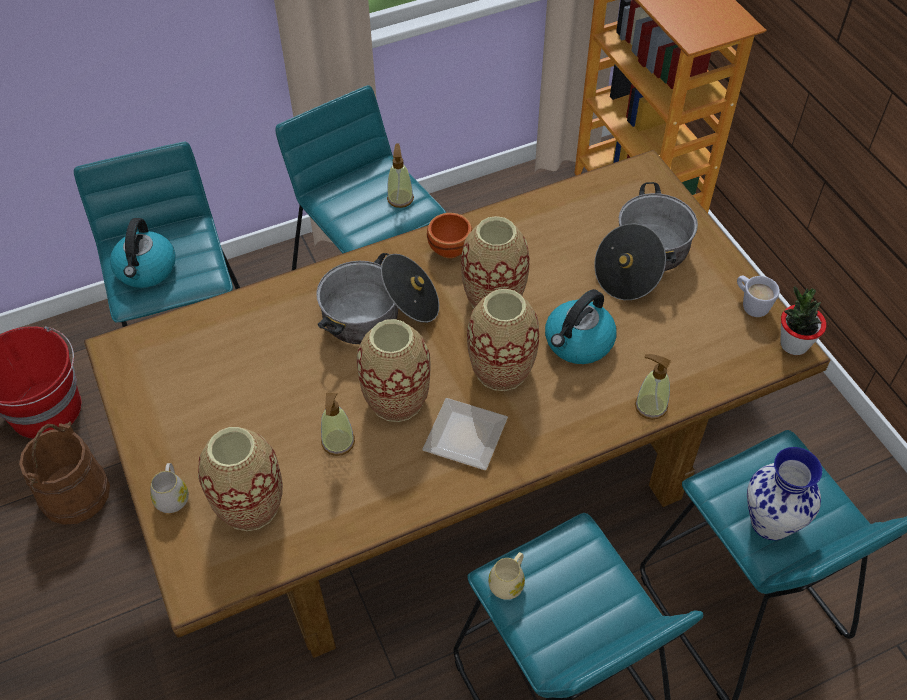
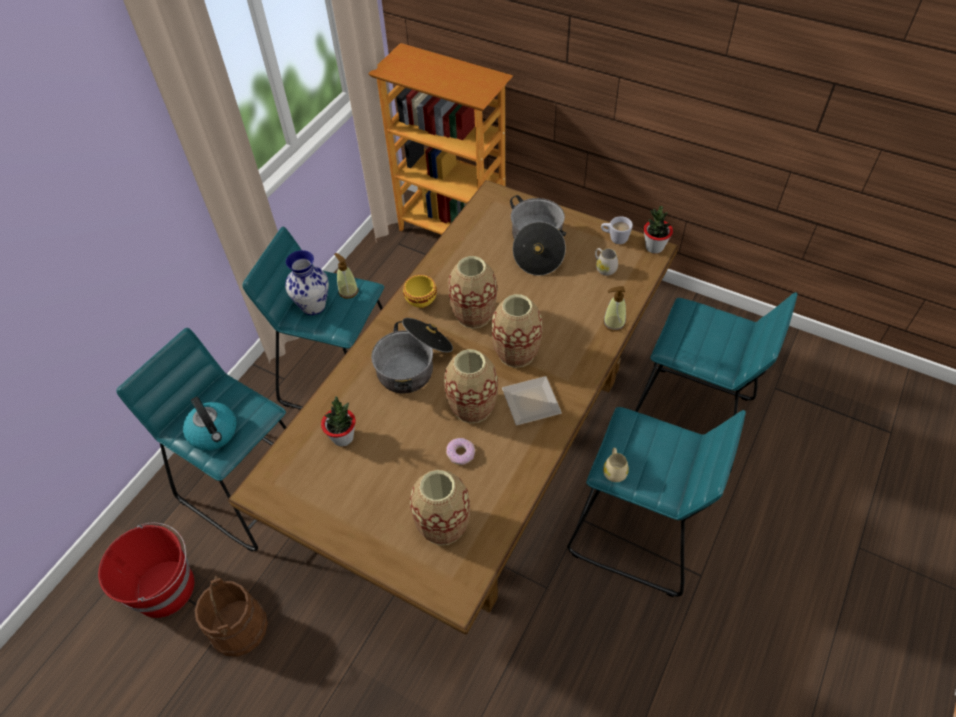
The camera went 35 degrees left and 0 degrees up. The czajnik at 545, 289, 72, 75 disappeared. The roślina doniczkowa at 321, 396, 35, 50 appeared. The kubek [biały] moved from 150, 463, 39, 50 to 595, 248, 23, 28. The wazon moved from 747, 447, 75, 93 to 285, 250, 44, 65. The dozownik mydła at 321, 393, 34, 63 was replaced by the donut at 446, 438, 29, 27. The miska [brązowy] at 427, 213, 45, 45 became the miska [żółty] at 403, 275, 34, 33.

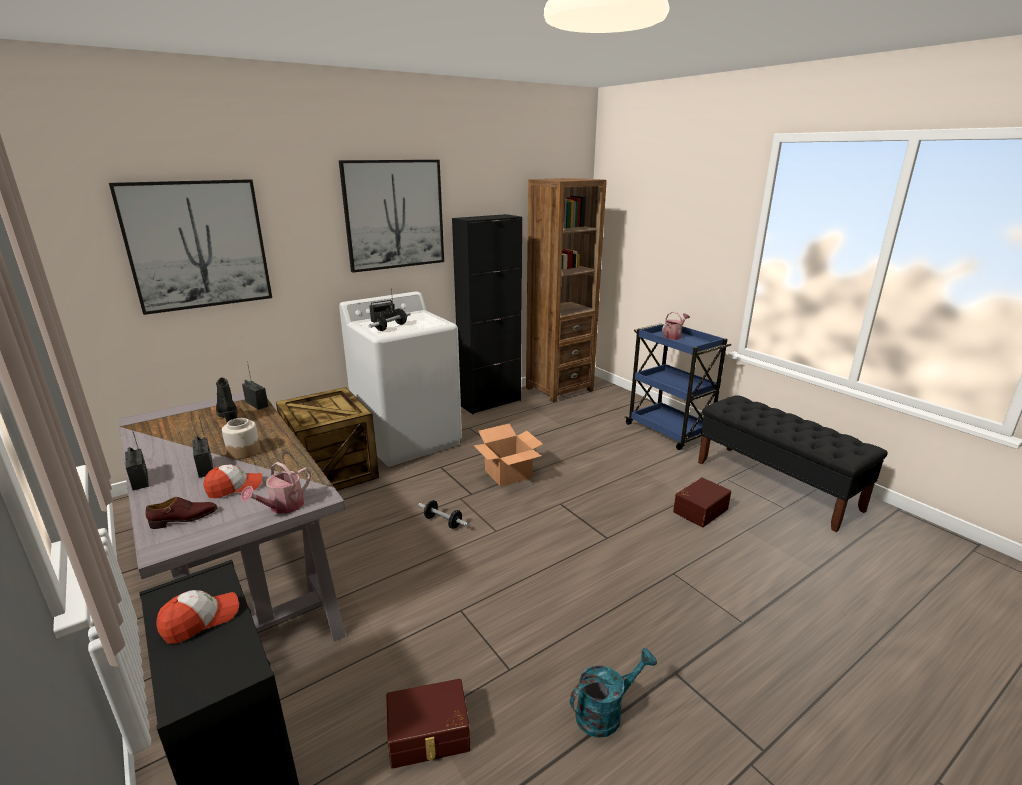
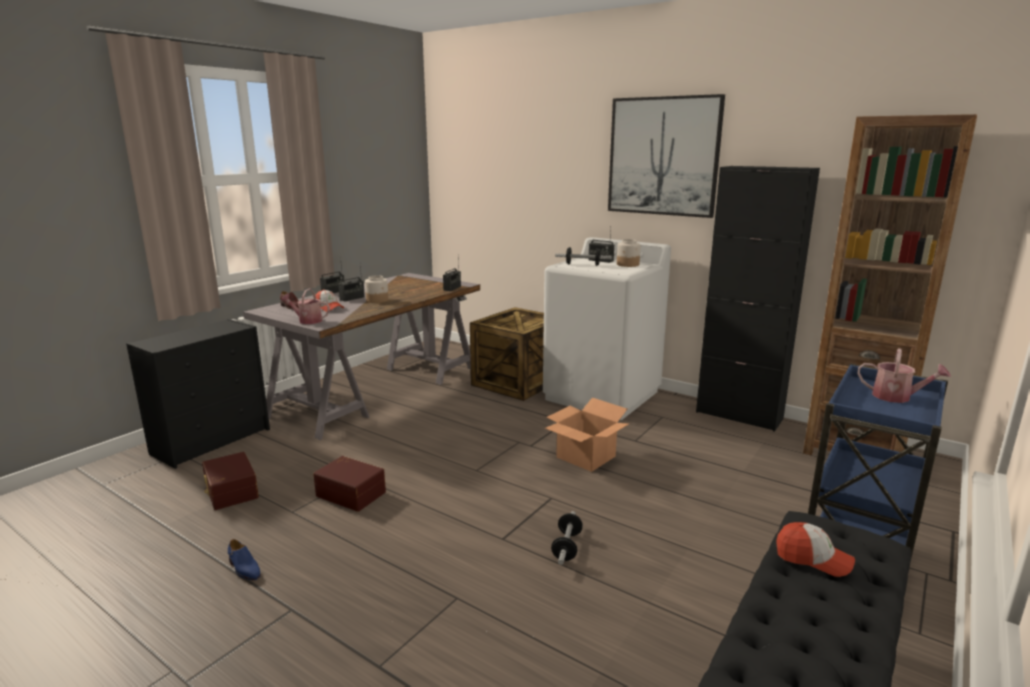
The camera went 70 degrees right and 5 degrees down. The obraz at 109, 179, 163, 136 disappeared. The but z cholewką [czarny] at 216, 378, 22, 45 disappeared. The słoik at 617, 239, 24, 28 appeared. The czapka z daszkiem moved from 156, 590, 83, 54 to 777, 522, 78, 55. The hantel moved from 418, 500, 51, 29 to 551, 511, 32, 54. The pojemnik do przechowywania [brązowy] moved from 673, 477, 58, 50 to 313, 456, 73, 56. The konewka [turkusowy] at 570, 648, 87, 90 was replaced by the but [niebieski] at 228, 539, 33, 41.

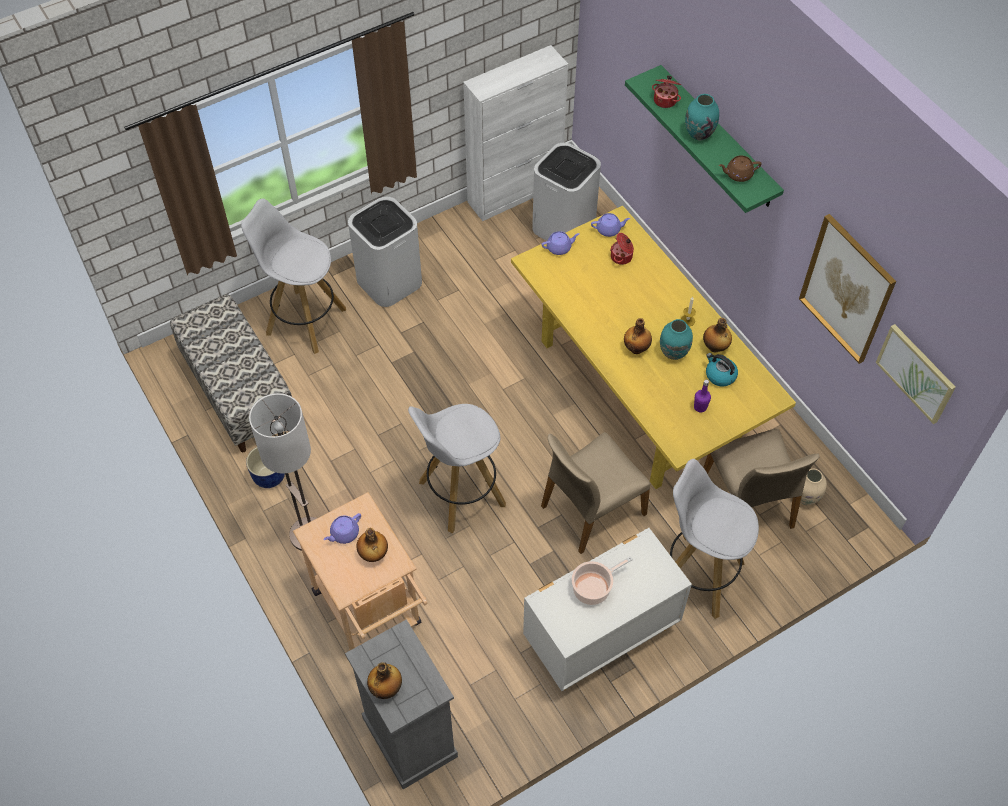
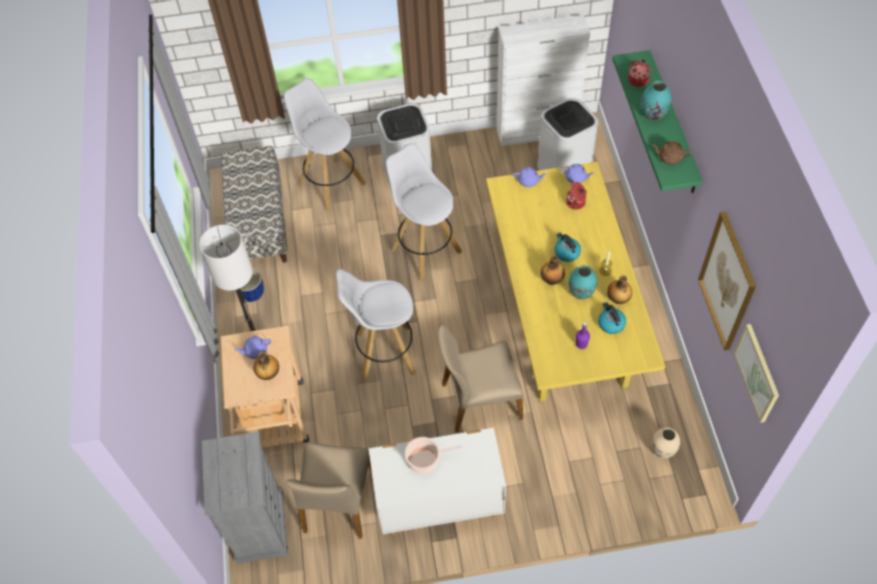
The camera went 25 degrees right and 0 degrees up. The butelka at 367, 662, 35, 37 disappeared. The czajnik at 554, 233, 27, 29 appeared. The stołek [biały] moved from 670, 459, 89, 160 to 386, 143, 76, 137. The krzesło [beżowy] moved from 703, 429, 117, 100 to 285, 443, 87, 96.

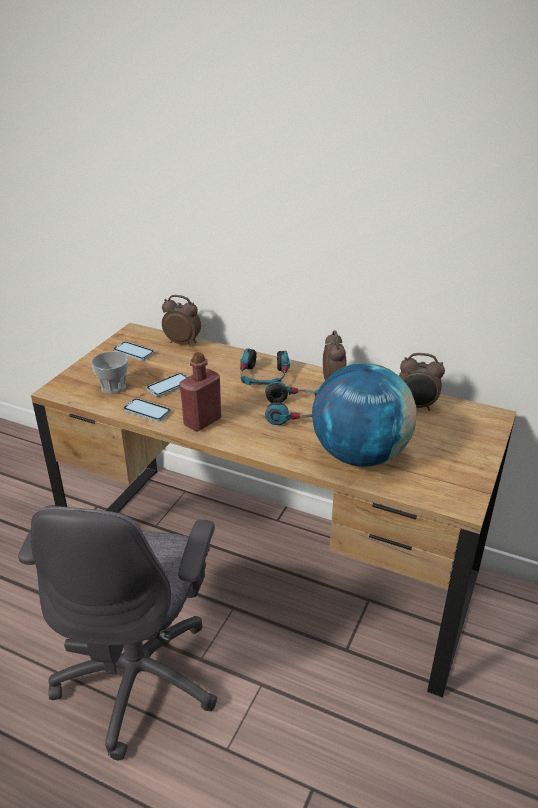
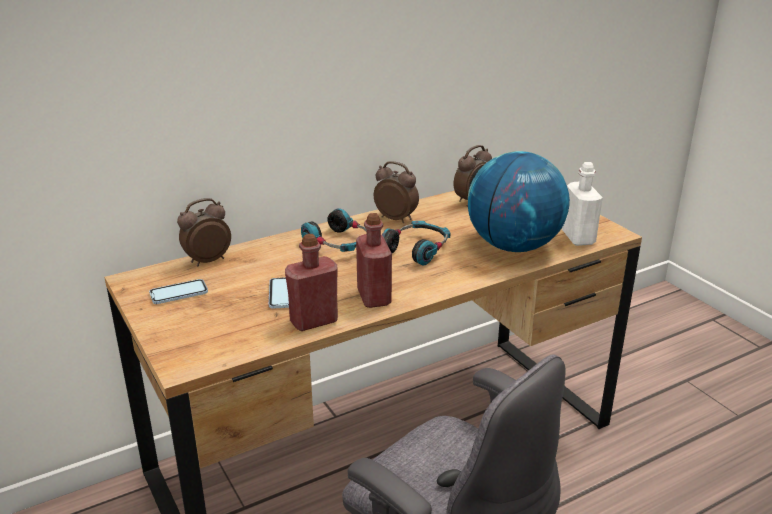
The camera went 55 degrees left and 5 degrees down. The filiżanka at 91, 351, 37, 43 disappeared. The butelka [biały] at 562, 162, 41, 84 appeared. The telefon at 123, 398, 48, 24 was replaced by the butelka [czerwony] at 285, 234, 53, 97.

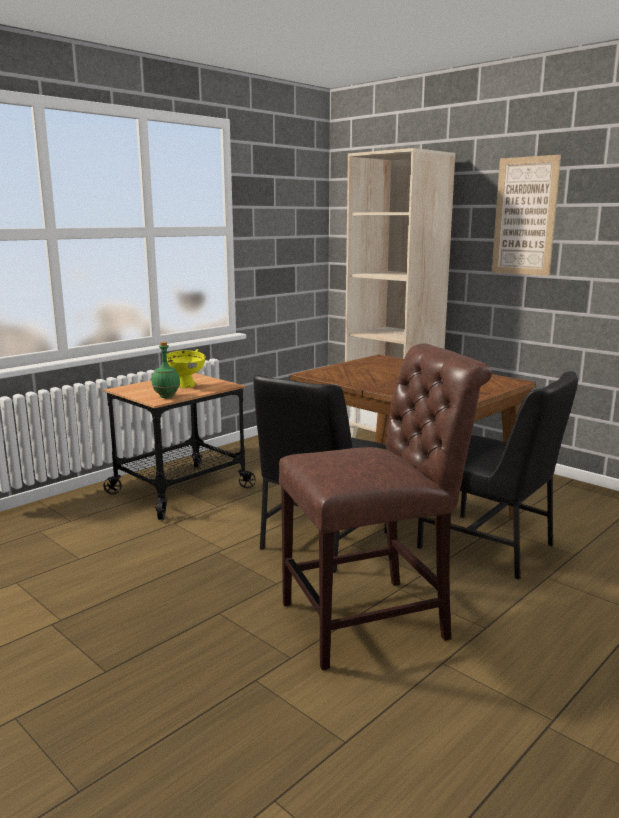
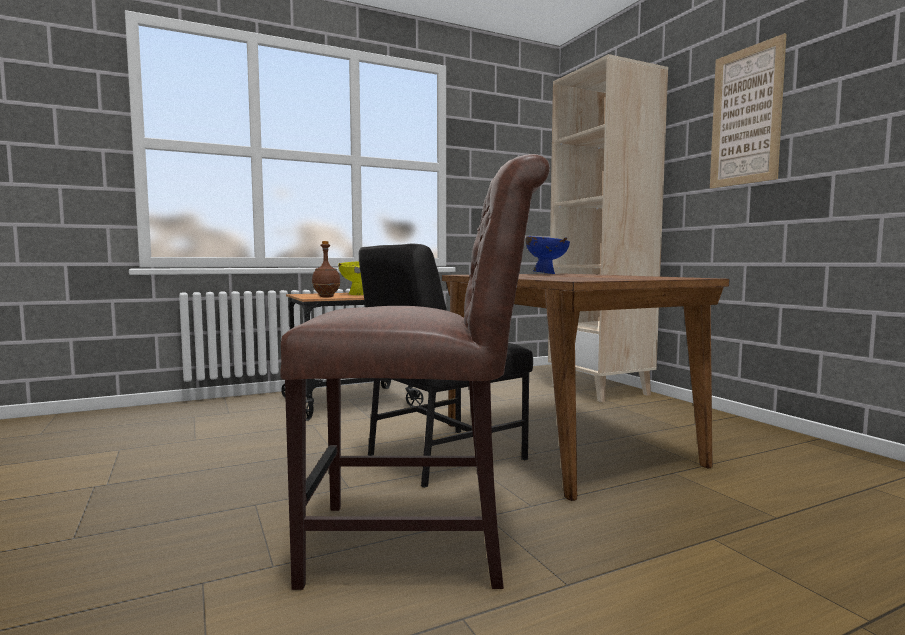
The camera went 20 degrees right and 10 degrees down. The krzesło [czarny] at 417, 371, 161, 209 disappeared. The miska [niebieski] at 526, 236, 44, 38 appeared. The butelka [zielony] at 152, 342, 28, 56 became the butelka [brązowy] at 312, 241, 29, 56.

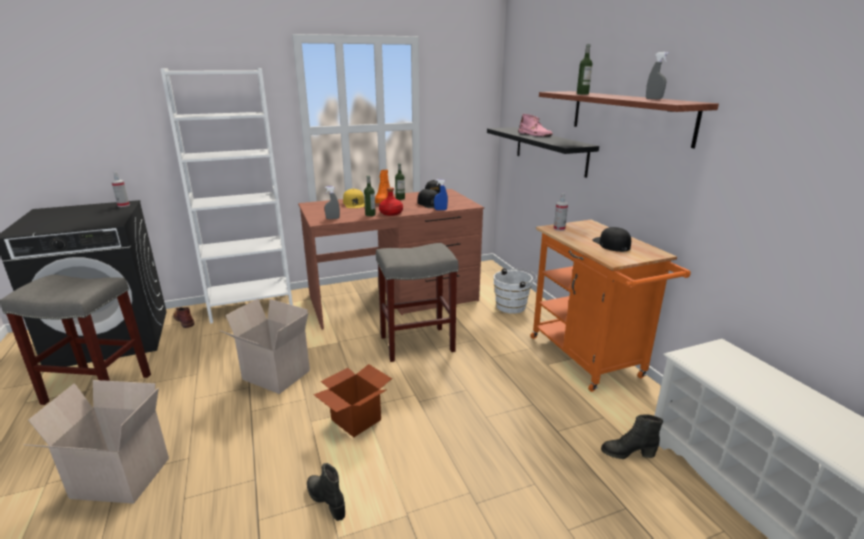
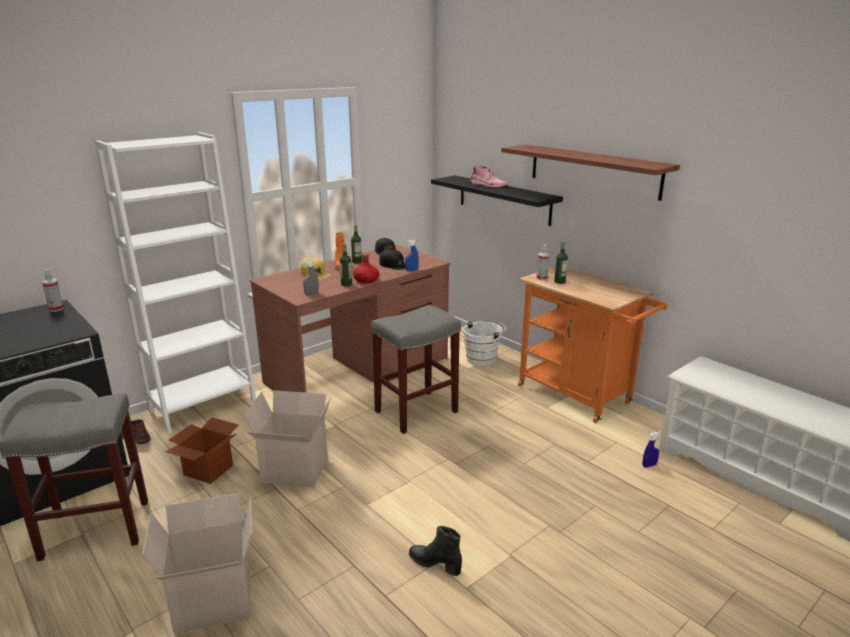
The camera went 20 degrees left and 0 degrees up. The czapka z daszkiem [czarny] at 592, 227, 39, 25 disappeared. The spryskiwacz [szary] at 646, 52, 23, 47 disappeared. The karton moved from 313, 364, 79, 73 to 166, 417, 72, 67. The butelka moved from 577, 44, 16, 51 to 554, 241, 14, 43. The but z cholewką [czarny] at 601, 414, 62, 45 was replaced by the spryskiwacz [niebieski] at 643, 431, 18, 37.

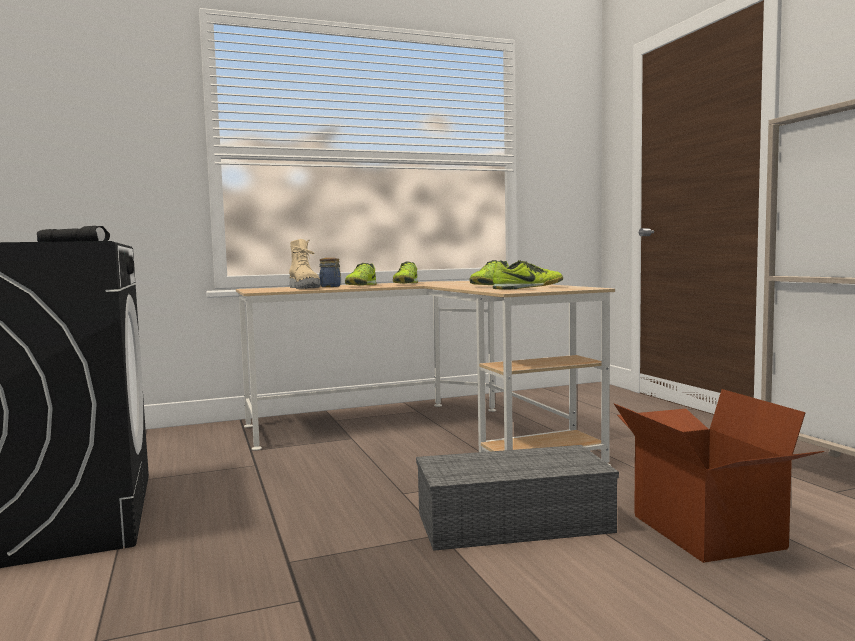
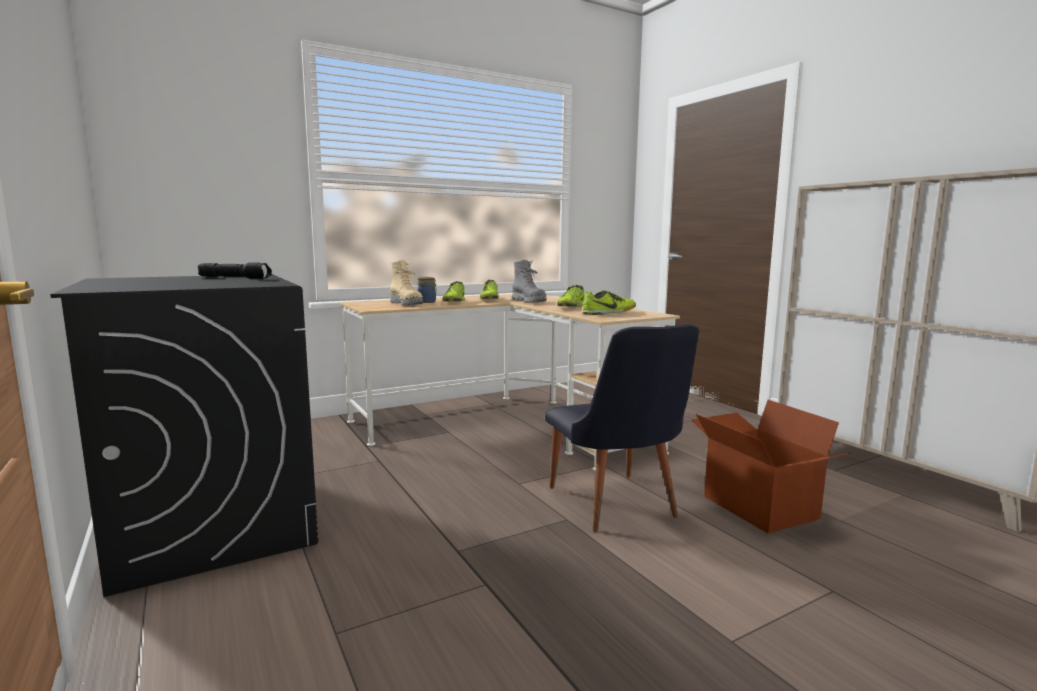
The camera went 10 degrees left and 5 degrees up. The but z cholewką [szary] at 512, 260, 34, 43 appeared. The pojemnik do przechowywania [szary] at 416, 445, 203, 106 was replaced by the krzesło [czarny] at 545, 324, 154, 208.

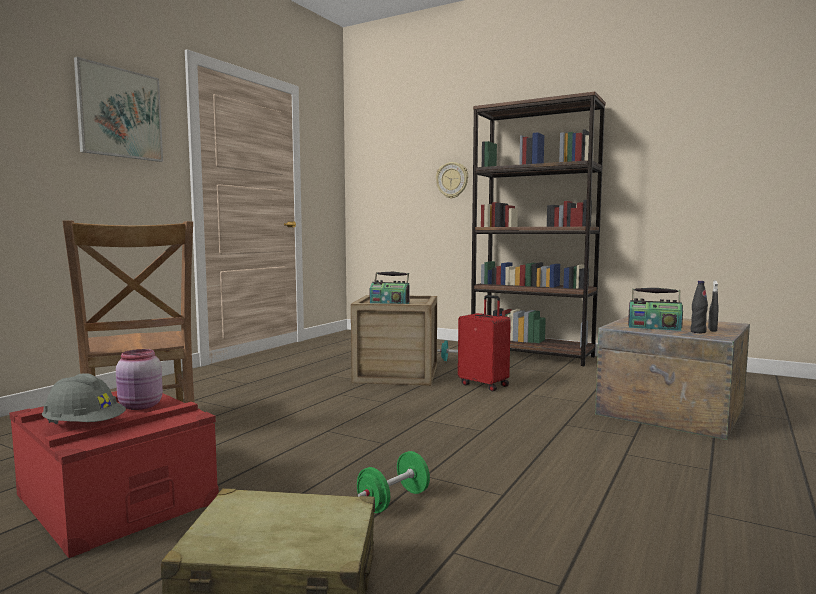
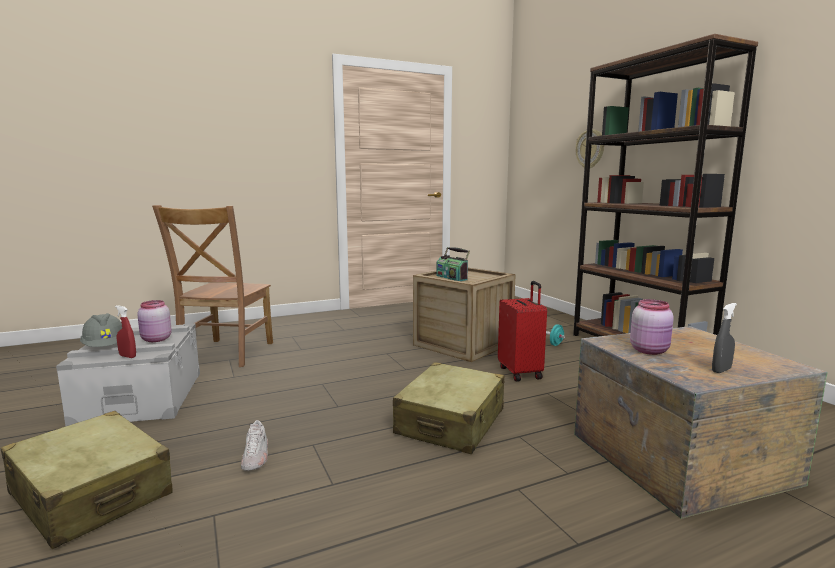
The camera went 35 degrees right and 5 degrees up. The obraz at 74, 57, 89, 105 disappeared. The butelka [czarny] at 690, 281, 18, 52 disappeared. The spryskiwacz [czerwony] at 115, 305, 21, 53 appeared. The walizka [beżowy] at 393, 362, 112, 92 appeared. The hantel [zielony] at 357, 451, 73, 62 was replaced by the but [biały] at 241, 420, 27, 51. The radio at 628, 288, 55, 43 was replaced by the słoik [różowy] at 630, 299, 44, 56. The pojemnik do przechowywania [czerwony] at 9, 391, 210, 167 became the pojemnik do przechowywania [szary] at 56, 323, 144, 103.

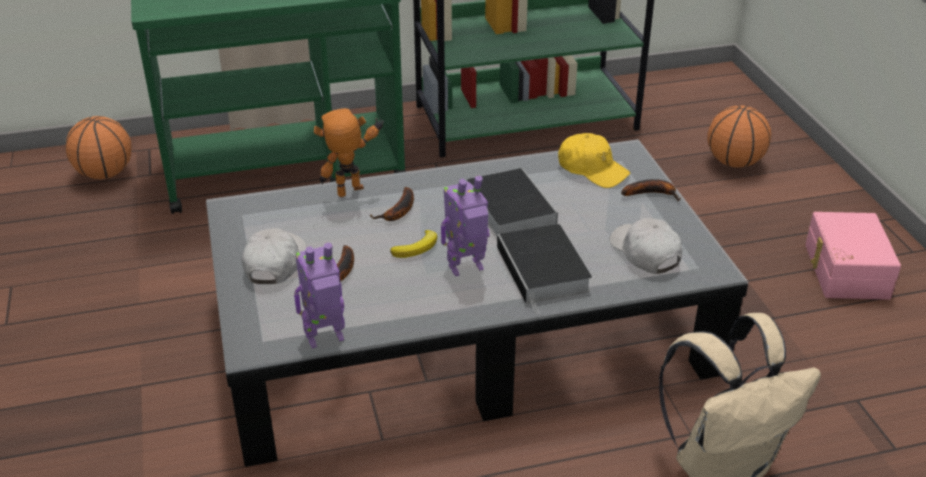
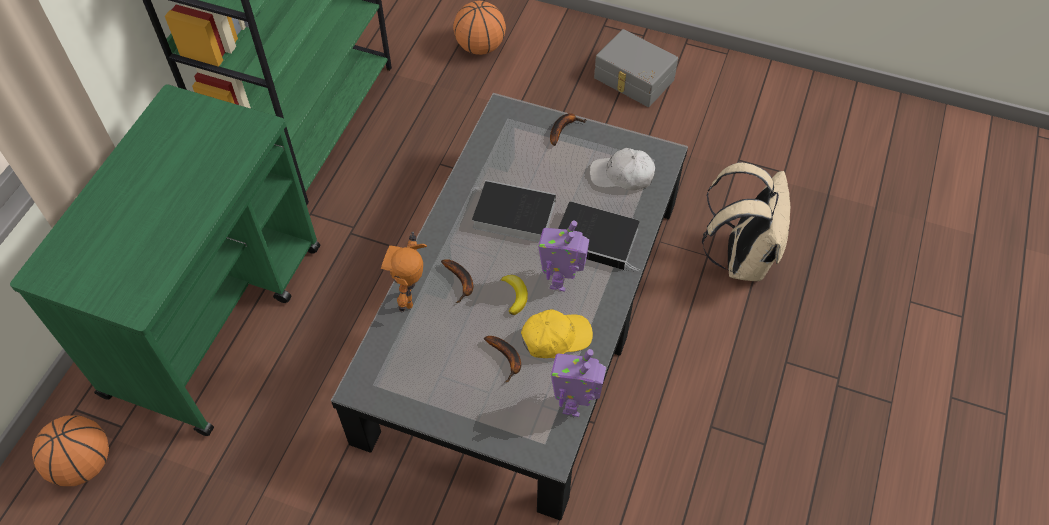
The camera went 55 degrees left and 20 degrees up. The czapka z daszkiem [biały] at 242, 228, 65, 56 disappeared. The czapka z daszkiem [żółty] moved from 558, 133, 73, 55 to 521, 309, 72, 49. The pojemnik do przechowywania [różowy] at 805, 212, 96, 88 became the pojemnik do przechowywania [szary] at 594, 29, 84, 78.

